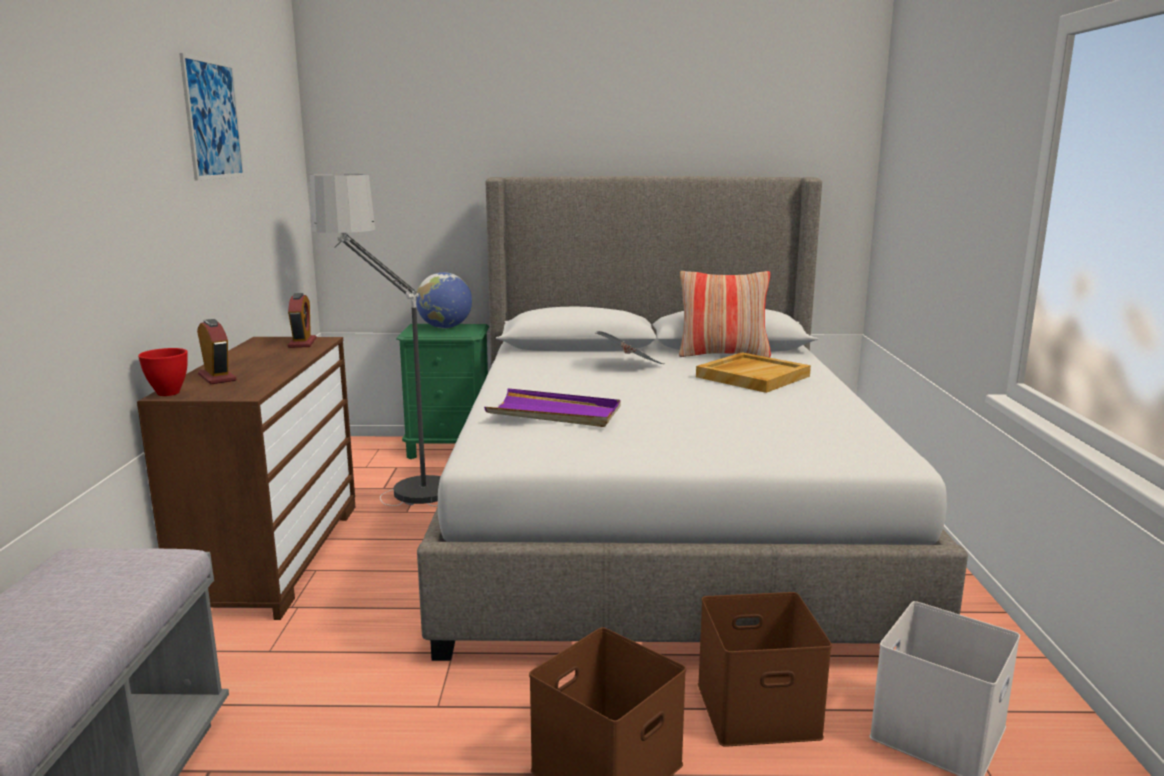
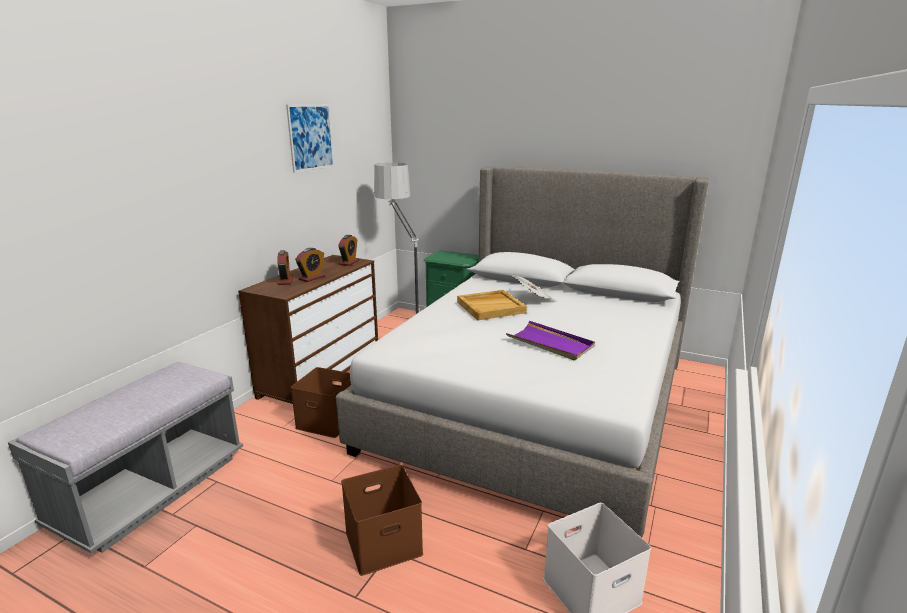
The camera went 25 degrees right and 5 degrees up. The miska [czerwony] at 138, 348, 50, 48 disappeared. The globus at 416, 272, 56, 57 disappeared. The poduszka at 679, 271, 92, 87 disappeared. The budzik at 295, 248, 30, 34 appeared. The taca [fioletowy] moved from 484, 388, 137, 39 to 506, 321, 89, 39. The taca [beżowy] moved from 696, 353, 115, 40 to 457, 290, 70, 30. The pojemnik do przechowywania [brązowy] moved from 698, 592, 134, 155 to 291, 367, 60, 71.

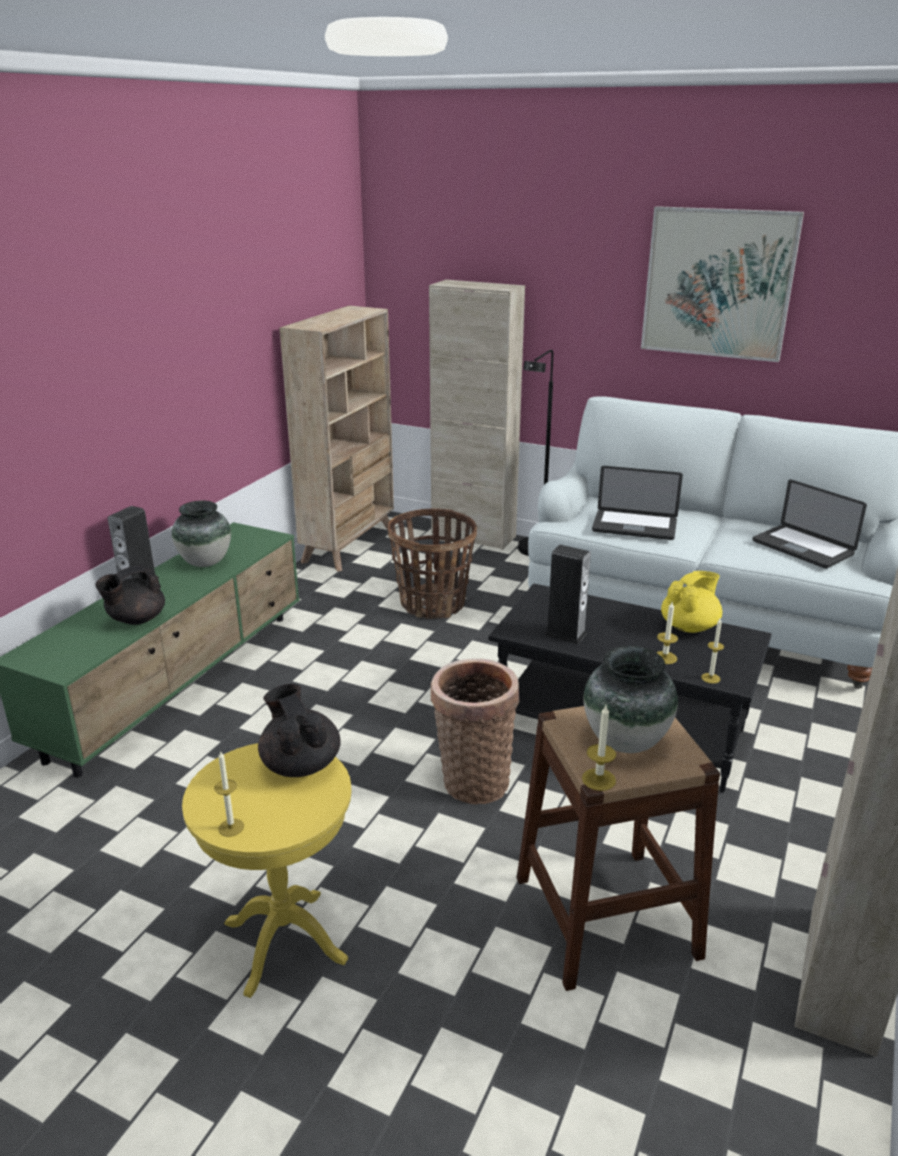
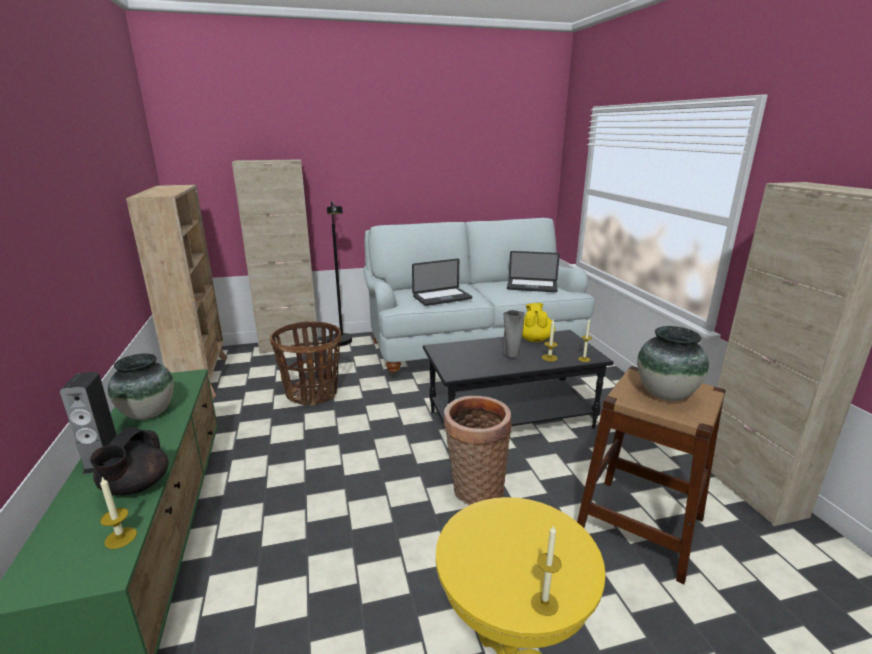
The camera went 40 degrees left and 5 degrees down. The imbryk [czarny] at 258, 684, 83, 93 disappeared. The głośnik at 545, 545, 46, 99 disappeared. The obraz at 641, 206, 163, 156 disappeared. The wazon [szary] at 503, 310, 21, 49 appeared. The świeca moved from 582, 705, 34, 86 to 100, 477, 37, 72.

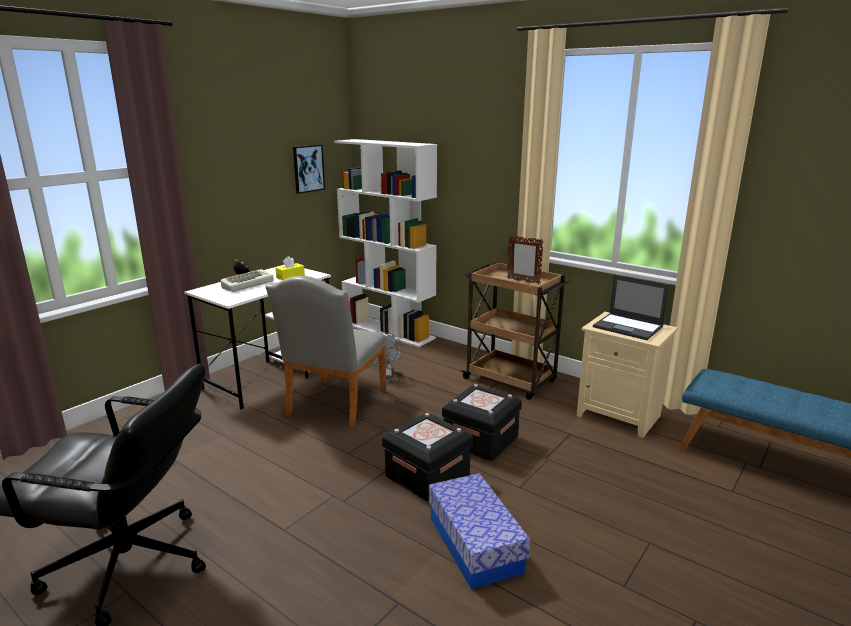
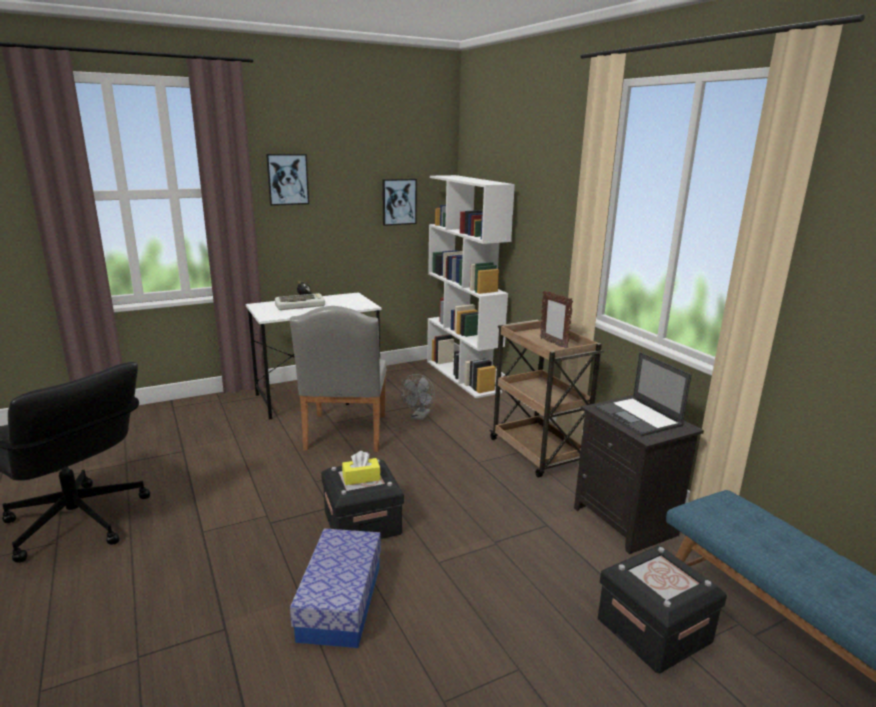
The camera went 25 degrees right and 0 degrees up. The obraz at 266, 154, 43, 52 appeared. The pudełko chusteczek [żółty] moved from 276, 256, 29, 24 to 342, 451, 39, 34. The pojemnik do przechowywania [czarny] moved from 442, 384, 80, 77 to 598, 546, 129, 127. The szafka nocna [beżowy] at 577, 312, 101, 126 became the szafka nocna [czarny] at 574, 395, 130, 159. The krzesło [szary] at 266, 276, 121, 152 turned 45 degrees counterclockwise.

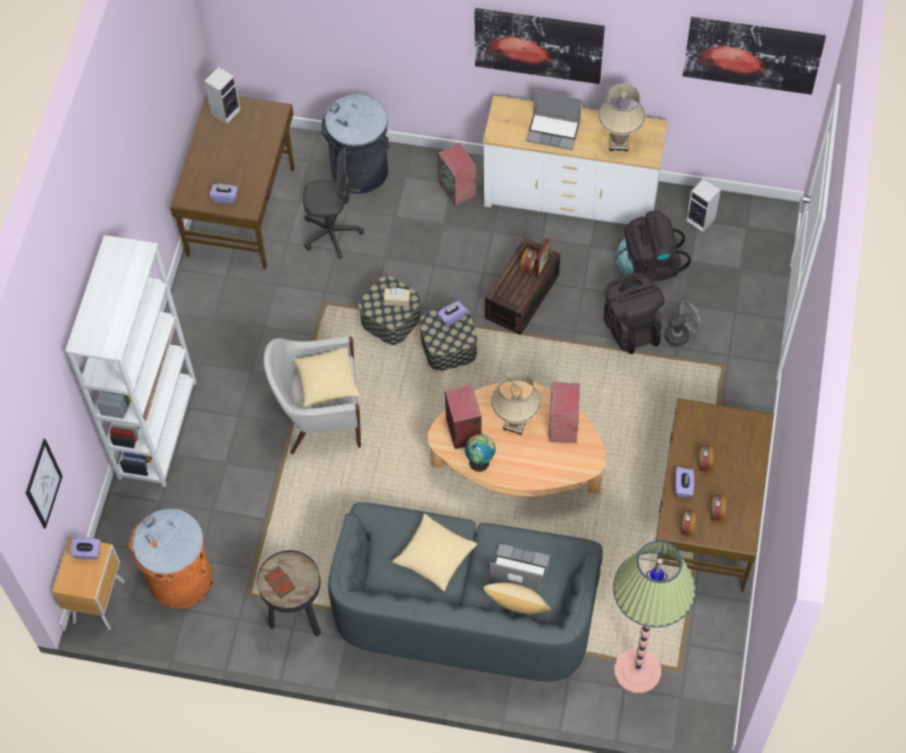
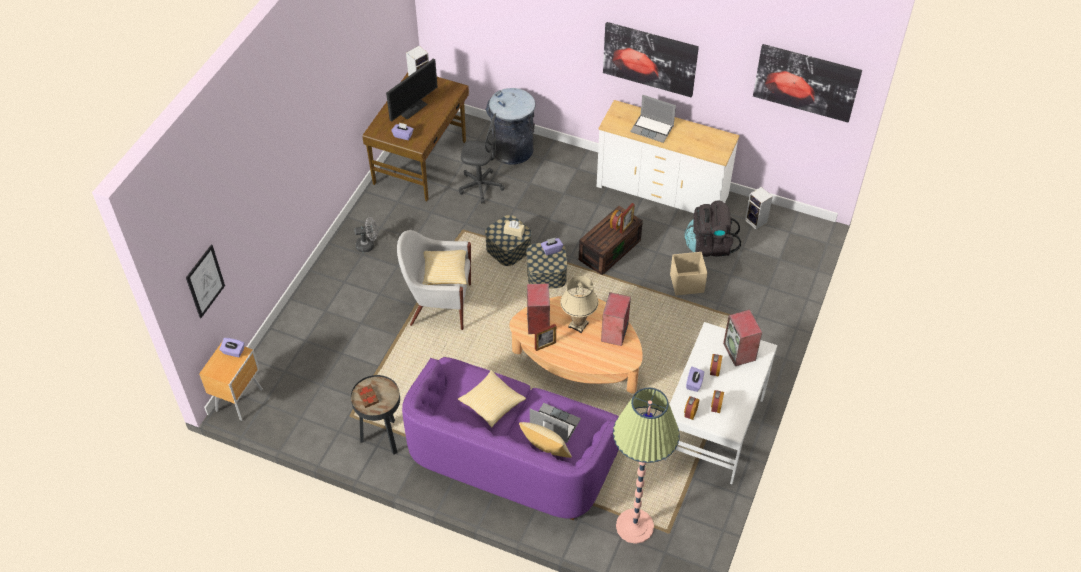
The camera went 10 degrees right and 10 degrees down. The regał [biały] at 65, 235, 132, 252 disappeared. The kosz na śmieci [pomarańczowy] at 128, 509, 85, 100 disappeared. The lampa stołowa [beżowy] at 598, 84, 47, 68 disappeared. The monitor at 386, 59, 52, 63 appeared. The głośnik moved from 438, 142, 39, 64 to 723, 309, 39, 57. The wentylator [szary] moved from 664, 301, 36, 46 to 354, 217, 23, 35. The globus at 465, 434, 30, 38 was replaced by the ramka na zdjęcie at 535, 324, 21, 27. The plecak [czarny] at 604, 273, 61, 81 was replaced by the pojemnik do przechowywania [beżowy] at 670, 252, 37, 43. The kanapa [szary] at 328, 502, 275, 180 became the kanapa [fioletowy] at 402, 357, 217, 163. The biurko [brązowy] at 655, 398, 119, 194 became the biurko [biały] at 664, 322, 113, 162.

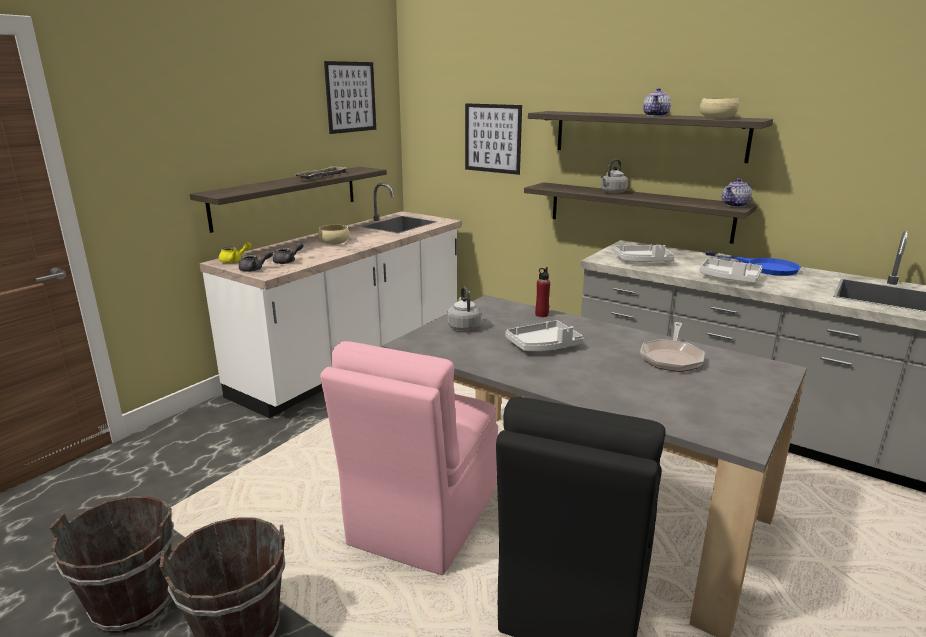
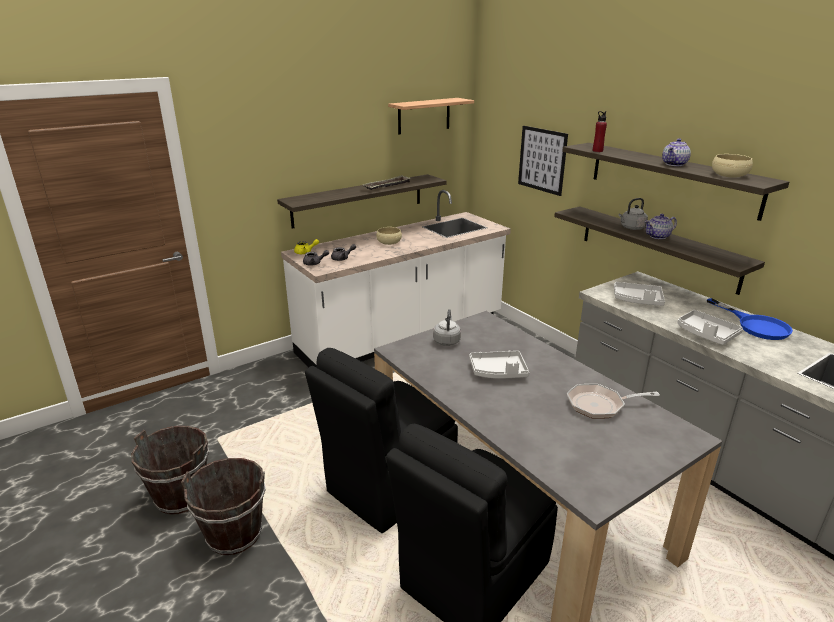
The camera went 20 degrees right and 5 degrees up. The butelka [czerwony] moved from 535, 267, 15, 50 to 593, 111, 14, 41. The imbryk moved from 722, 178, 30, 29 to 644, 214, 33, 25. The obraz at 324, 61, 52, 73 was replaced by the półka at 388, 98, 86, 36. The krzesło [różowy] at 320, 341, 178, 234 became the krzesło [czarny] at 305, 348, 153, 185. The patelnia at 640, 322, 64, 50 turned 45 degrees clockwise.

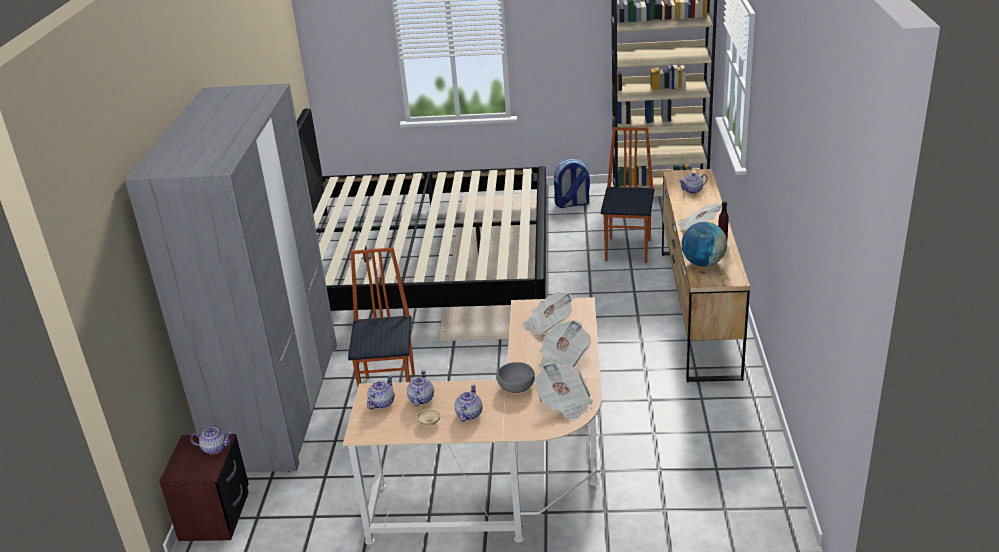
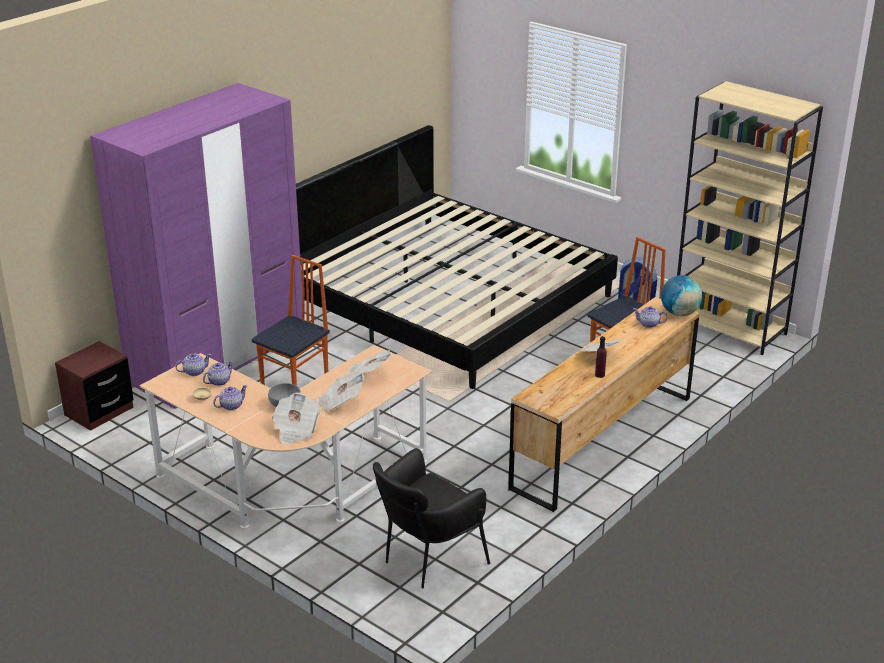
The camera went 35 degrees right and 0 degrees up. The imbryk at 191, 427, 41, 27 disappeared. The fotel [czarny] at 373, 448, 117, 140 appeared. The globus moved from 682, 222, 45, 45 to 661, 275, 41, 41. The szafa [szary] at 125, 83, 212, 389 became the szafa [fioletowy] at 90, 83, 212, 326.

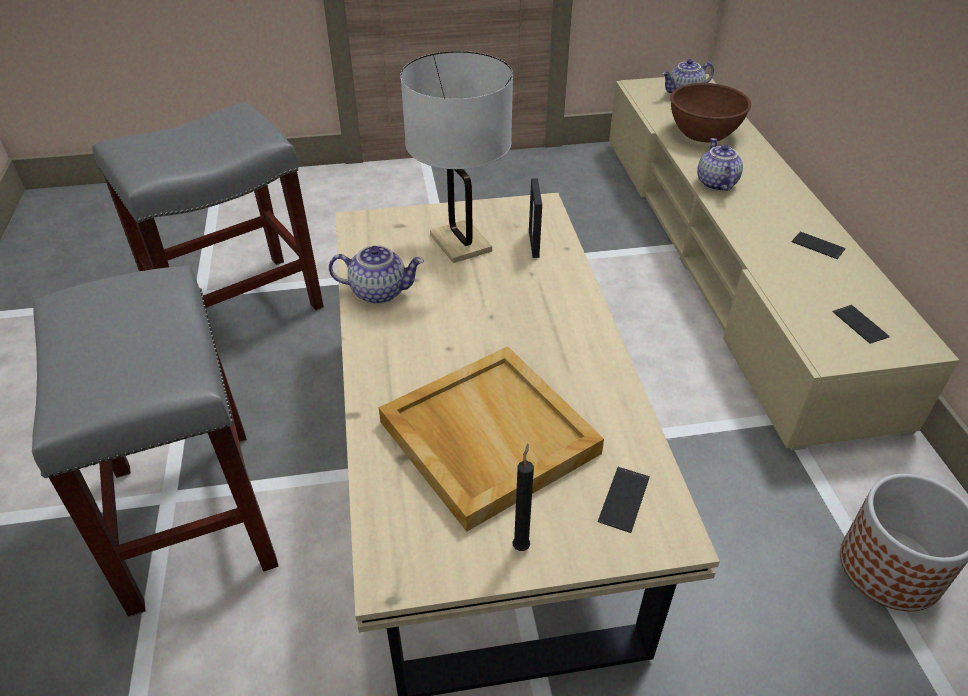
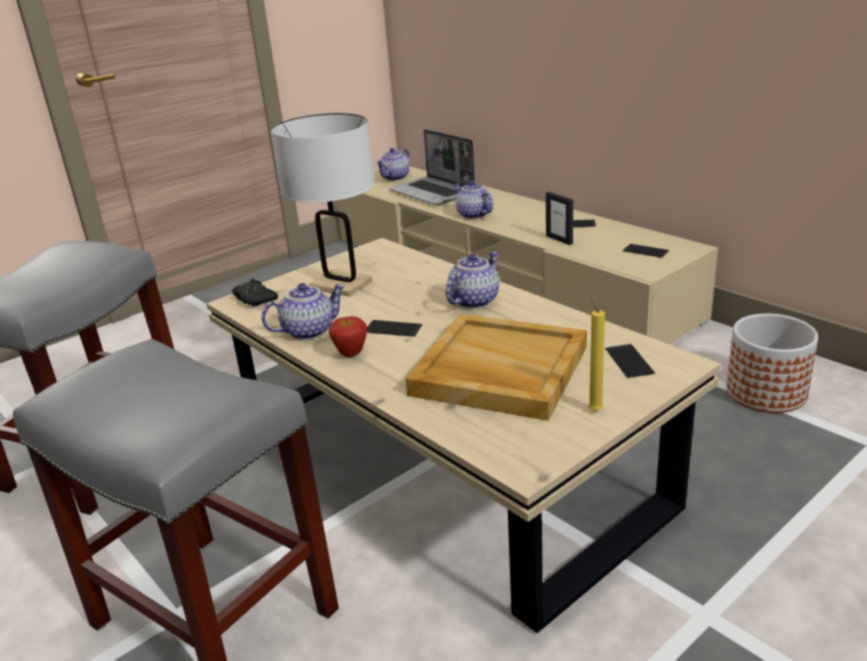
The camera went 30 degrees left and 15 degrees down. The pad do gier [czarny] at 232, 279, 46, 27 appeared. The jabłko at 329, 316, 38, 41 appeared. The telefon at 367, 320, 55, 17 appeared. The imbryk at 446, 252, 53, 56 appeared. The ramka na zdjęcie moved from 529, 178, 13, 80 to 546, 192, 27, 53. The miska [brązowy] at 670, 83, 81, 59 was replaced by the laptop at 389, 129, 86, 76. The świeca [czarny] at 513, 444, 21, 107 became the świeca [żółty] at 588, 296, 17, 116.

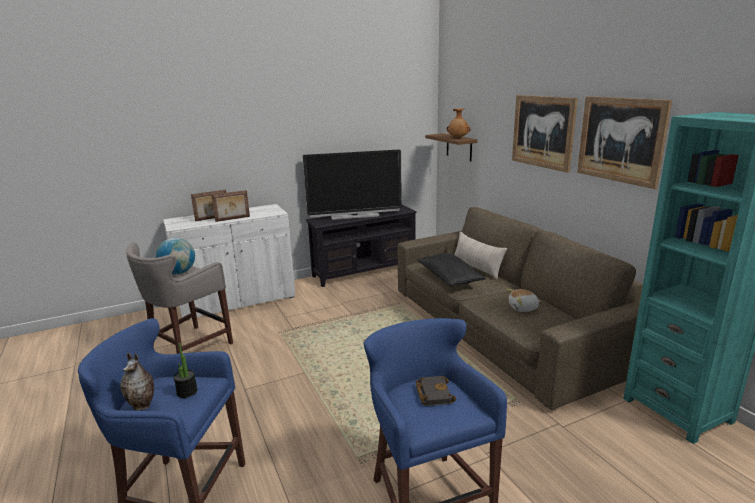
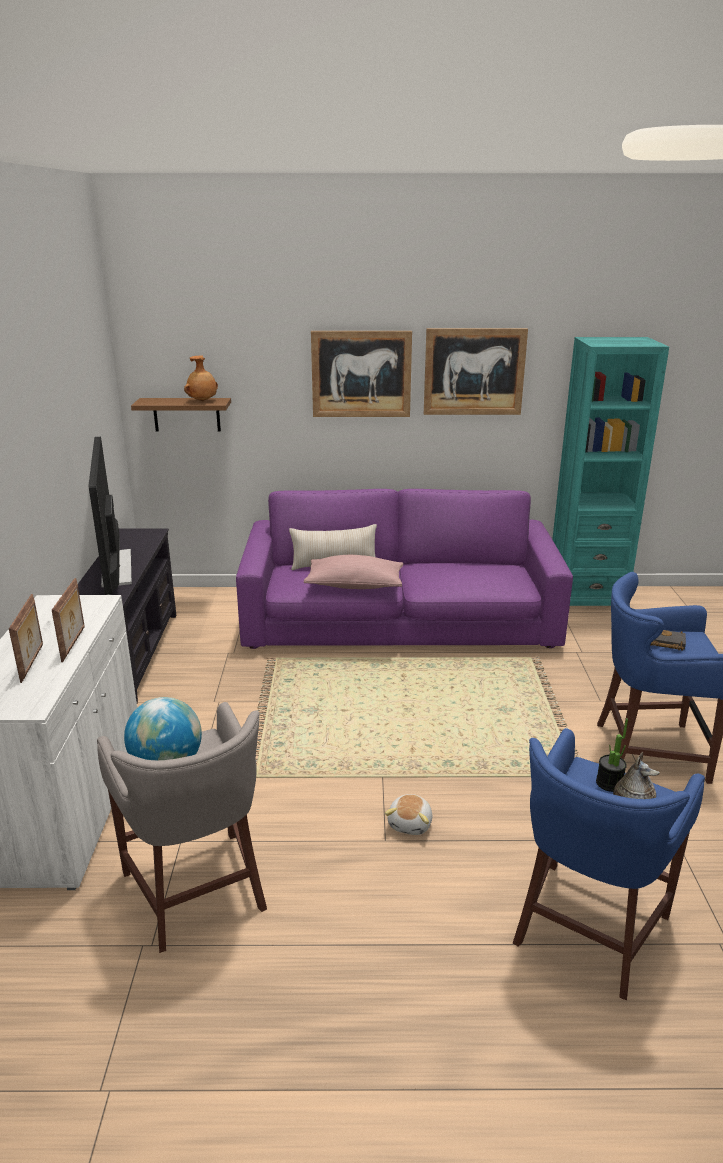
The camera went 65 degrees left and 5 degrees up. The pluszak moved from 507, 289, 34, 23 to 385, 794, 47, 41. The kanapa [brązowy] at 398, 207, 245, 203 became the kanapa [fioletowy] at 236, 489, 337, 160. The poduszka [czarny] at 418, 253, 68, 34 became the poduszka [różowy] at 304, 555, 100, 34. The telewizor at 303, 150, 99, 70 turned 150 degrees clockwise.

